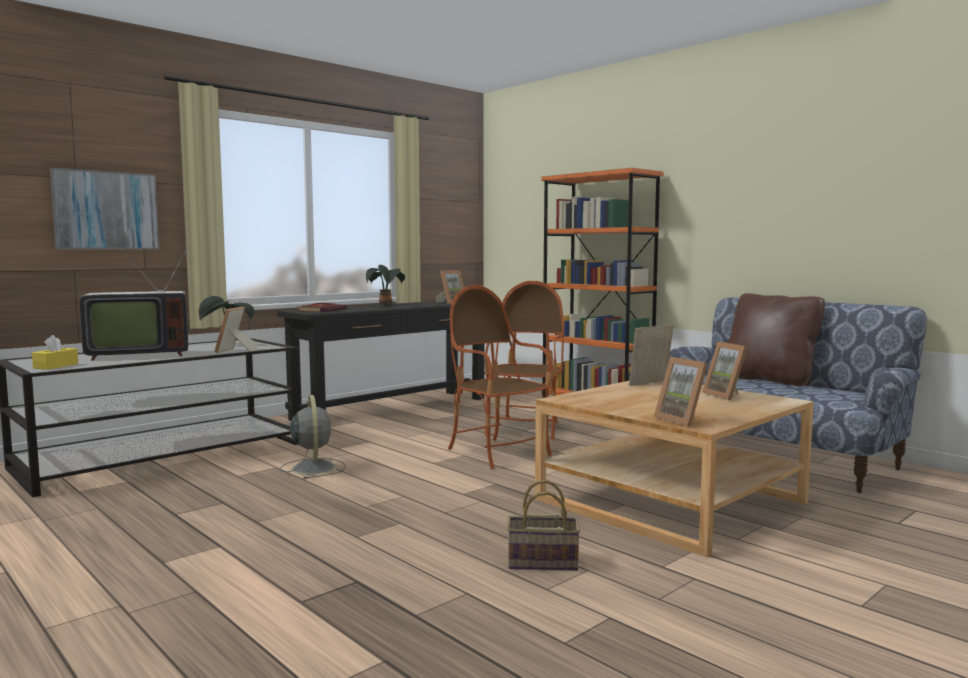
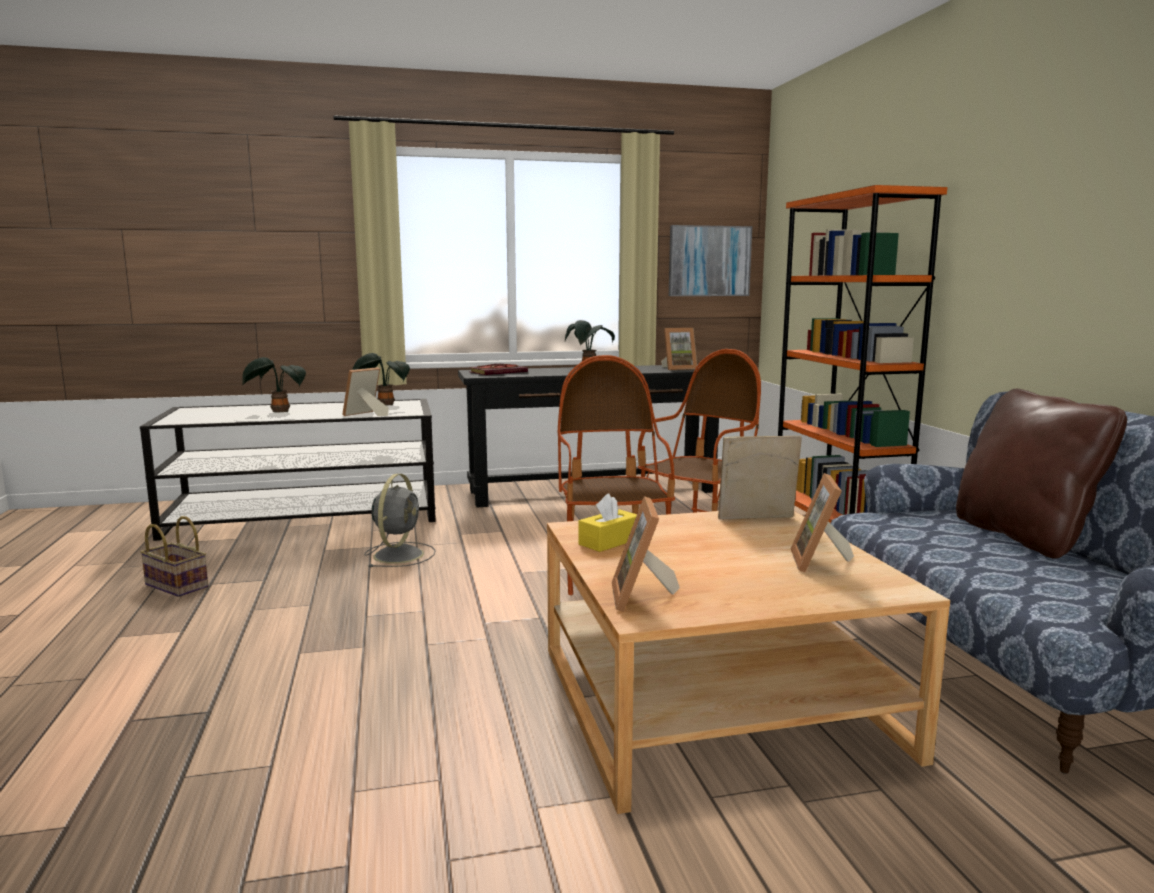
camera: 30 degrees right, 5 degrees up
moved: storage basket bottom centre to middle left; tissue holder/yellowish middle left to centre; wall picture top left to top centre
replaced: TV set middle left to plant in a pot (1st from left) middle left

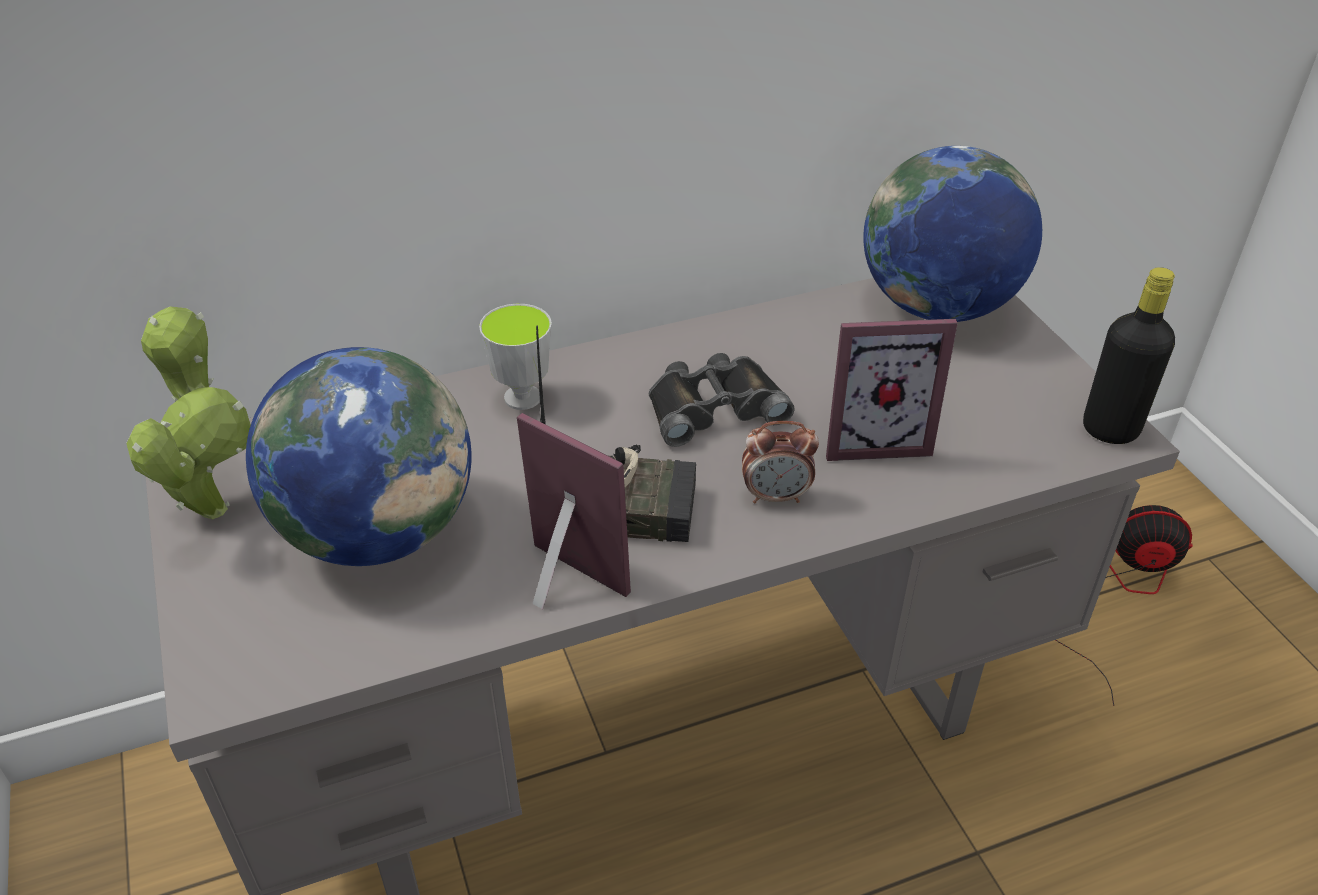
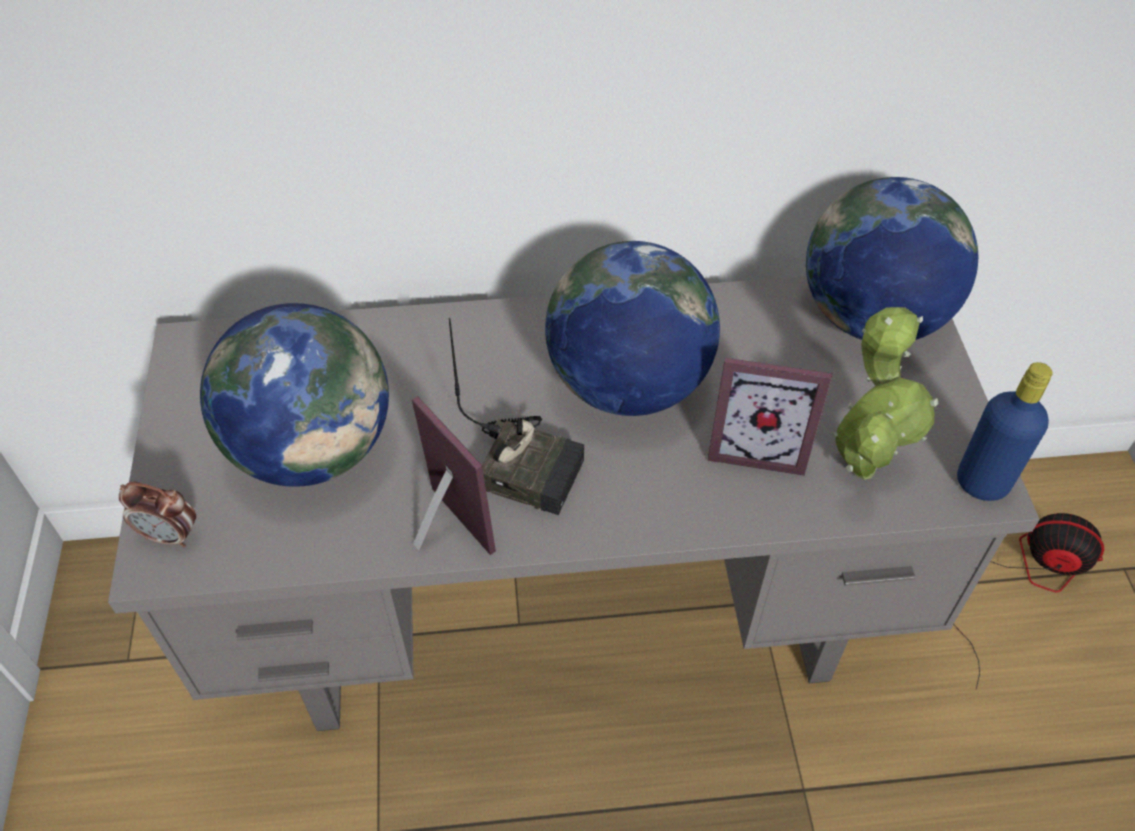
camera: 15 degrees right, 10 degrees up
removed: small cup centre
moved: alarm clock centre to middle left; plant in a pot middle left to middle right
replaced: field glasses/black-coloured centre to world globe (2nd from left) centre
recoloured: bottle/black-coloured middle right to bottle/blue middle right

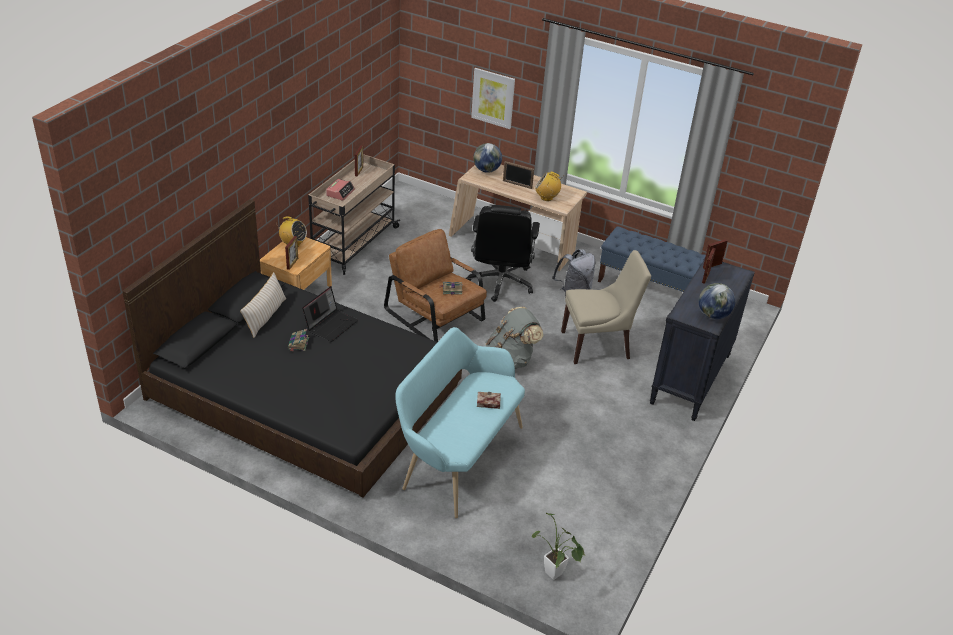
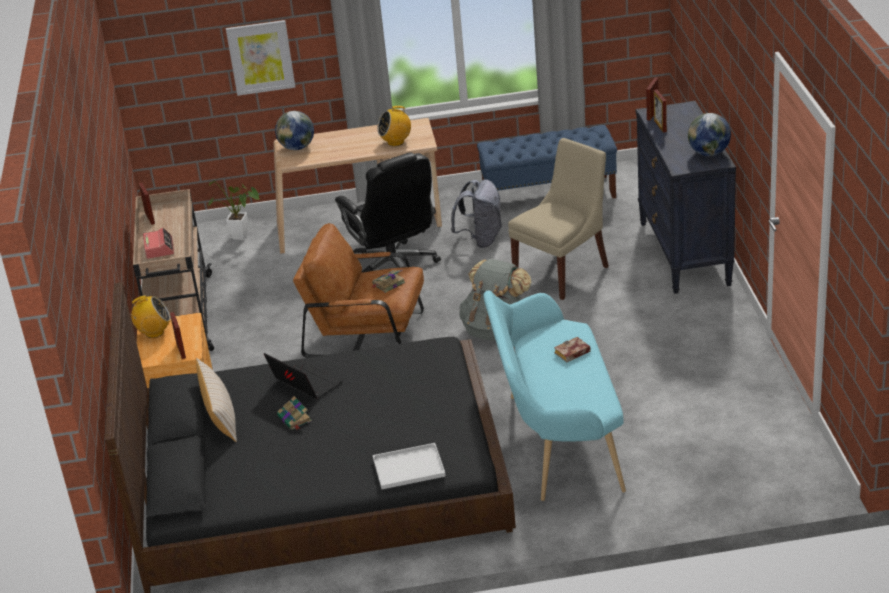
camera: 30 degrees left, 5 degrees down
removed: photo frame (3rd from left) top centre
added: tray/white bottom centre
moved: plant in a pot bottom centre to middle left
turned: laptop centre = centre 45 degrees counterclockwise

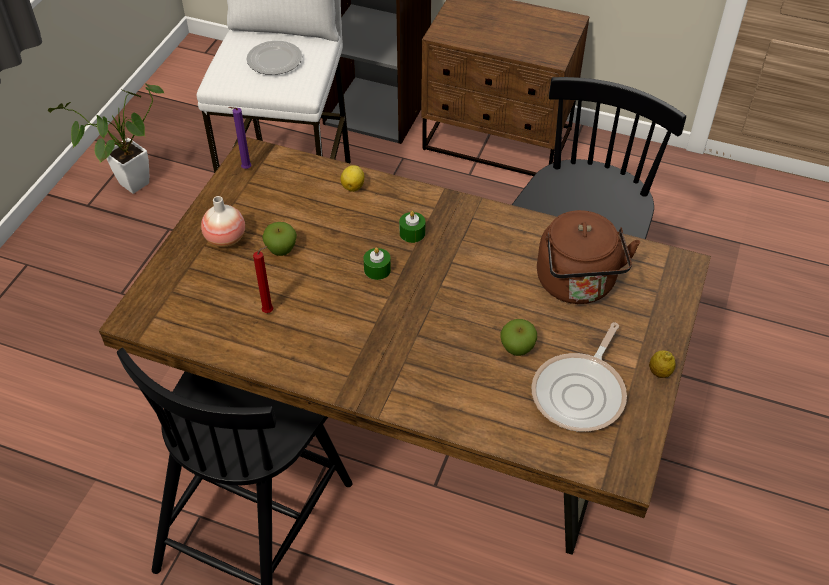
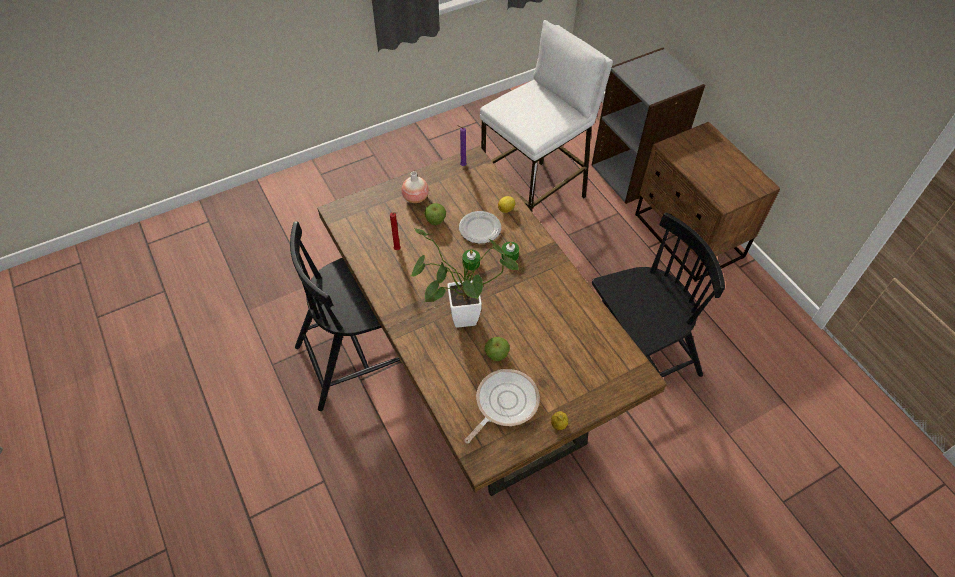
camera: 40 degrees right, 5 degrees up
removed: kettle/brown middle right
moved: plant in a pot top left to centre; flat dish top left to centre
turned: pan middle right = bottom centre 150 degrees clockwise

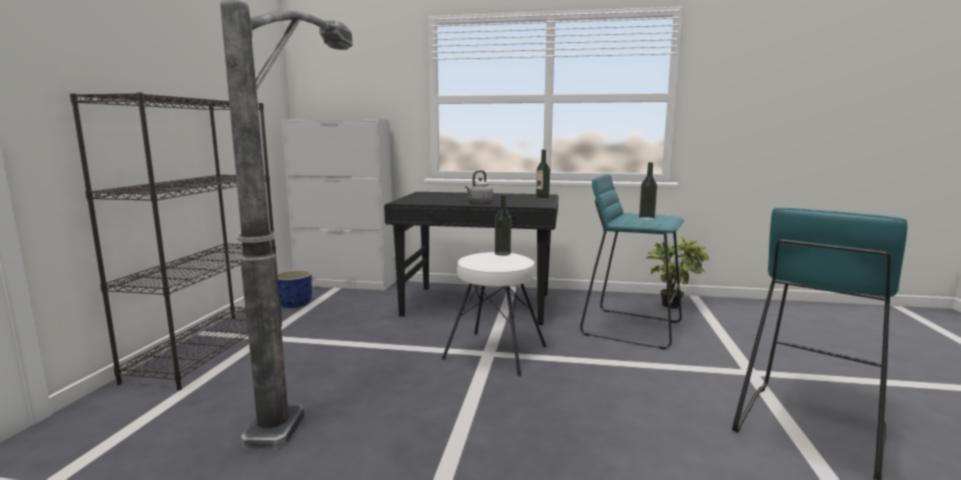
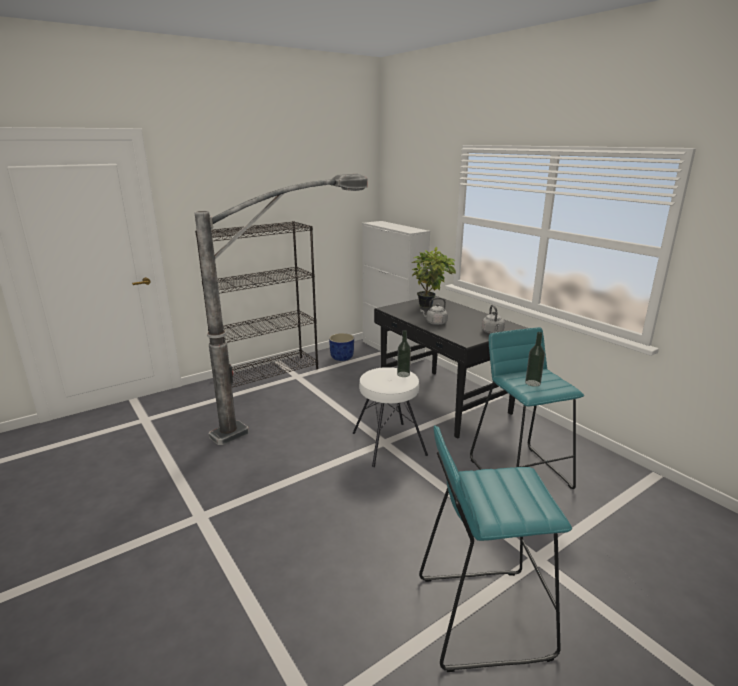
camera: 45 degrees right, 10 degrees up
moved: plant in a pot middle right to centre
replaced: bottle (2nd from left) centre to kettle/gray (2nd from left) middle right

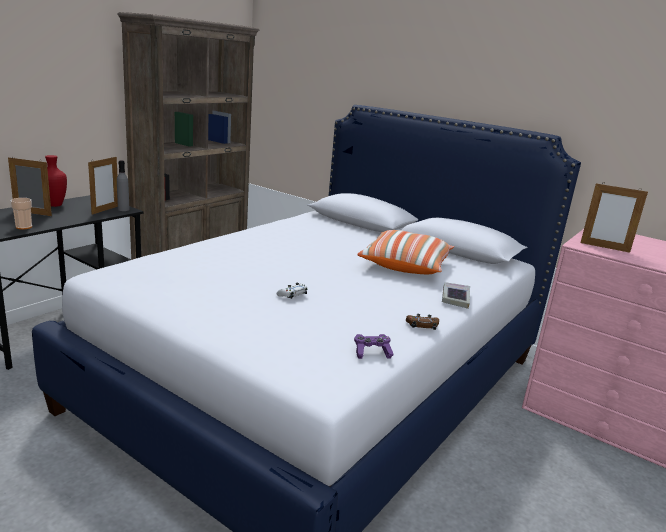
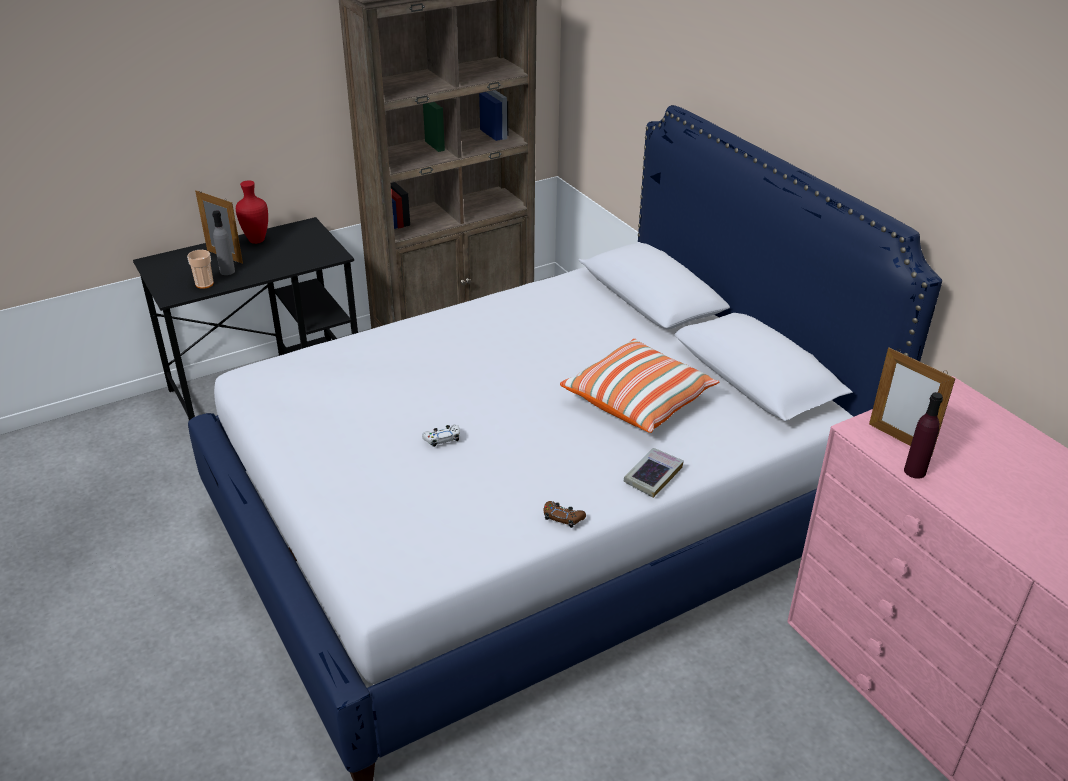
camera: 25 degrees right, 15 degrees up
removed: photo frame (2nd from left) middle left; gamepad/purple centre
added: bottle/purple middle right
moved: bottle/gray middle left to top left

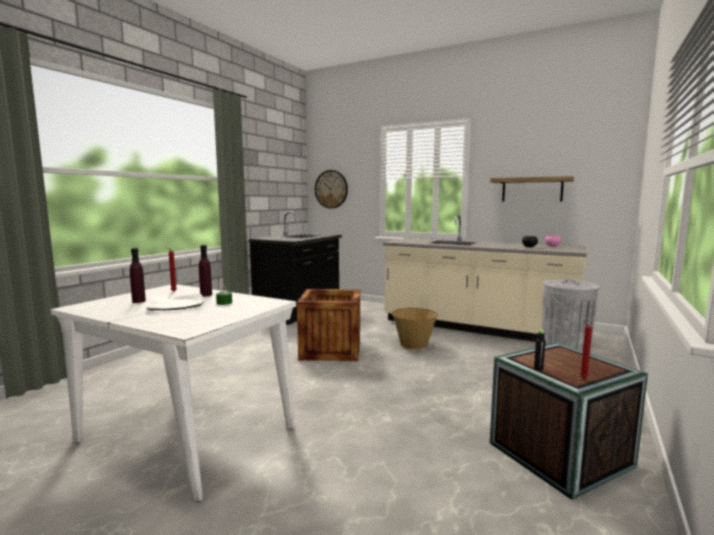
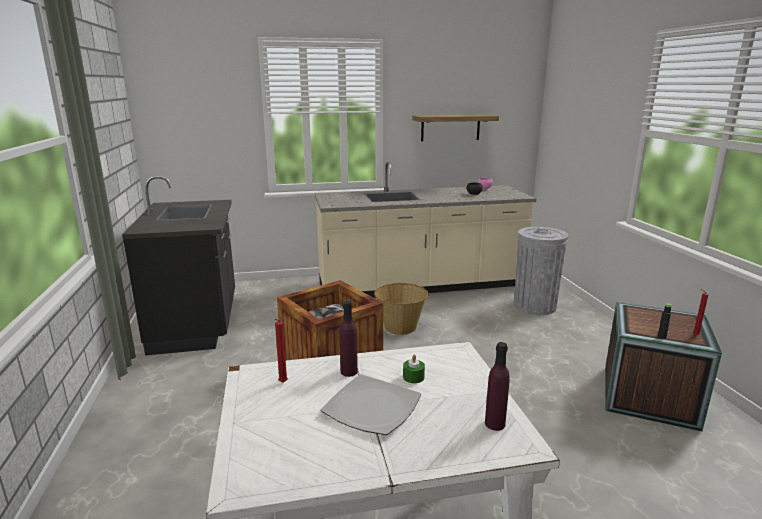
camera: 40 degrees left, 10 degrees up
removed: wall clock centre
moved: bottle/purple (1st from left in the first image) middle left to bottle/purple (2nd from left) bottom centre

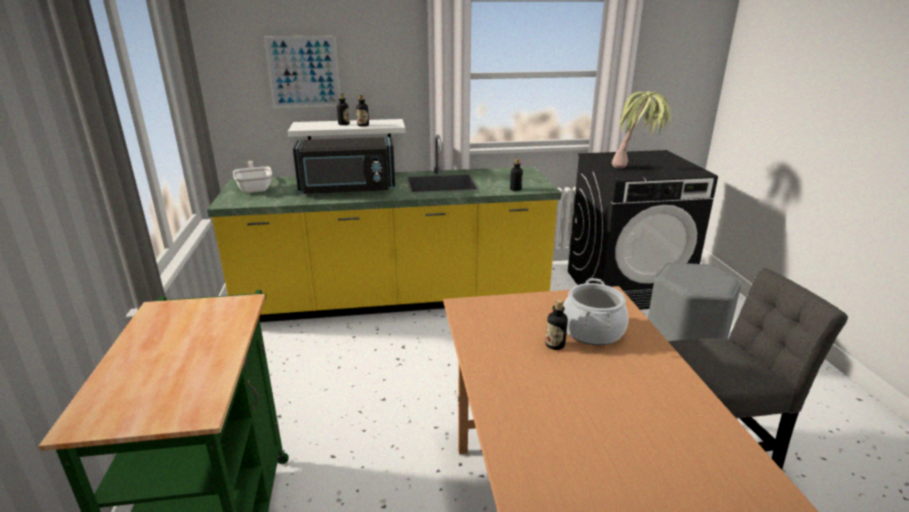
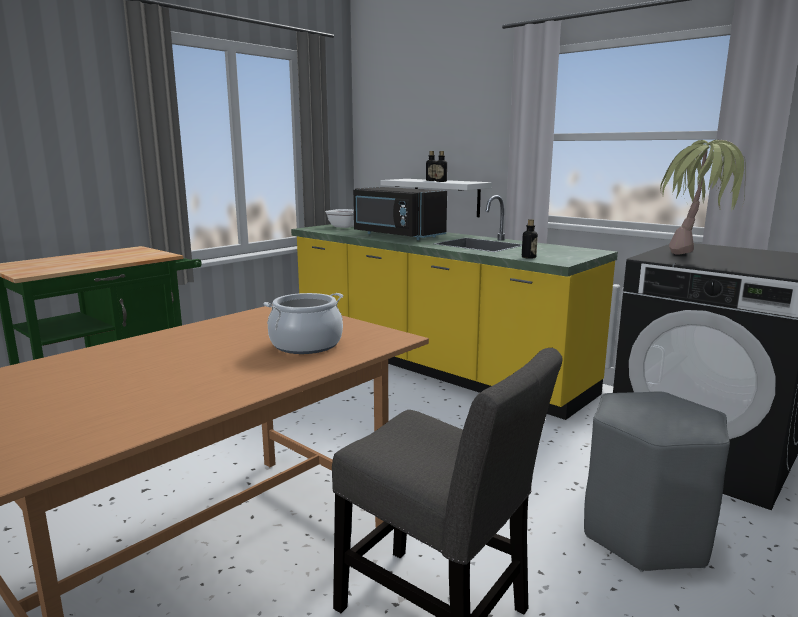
camera: 50 degrees right, 10 degrees down
removed: wall picture top left; bottle (4th from left) centre

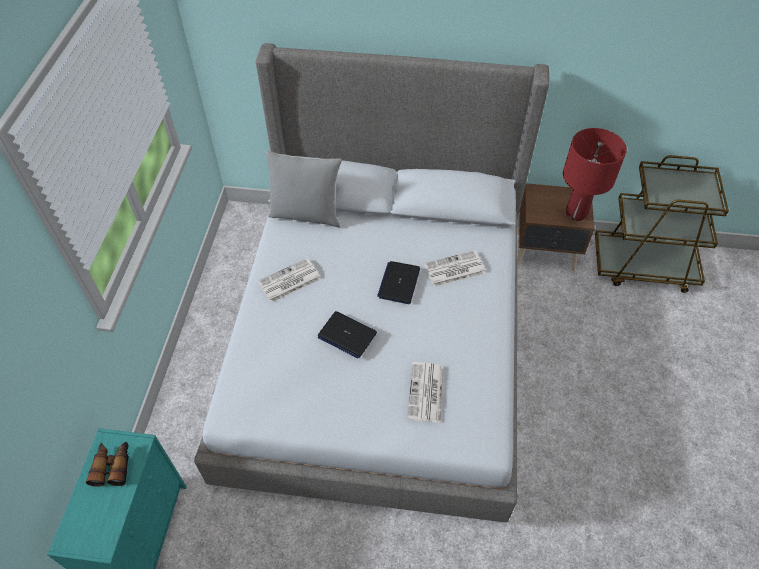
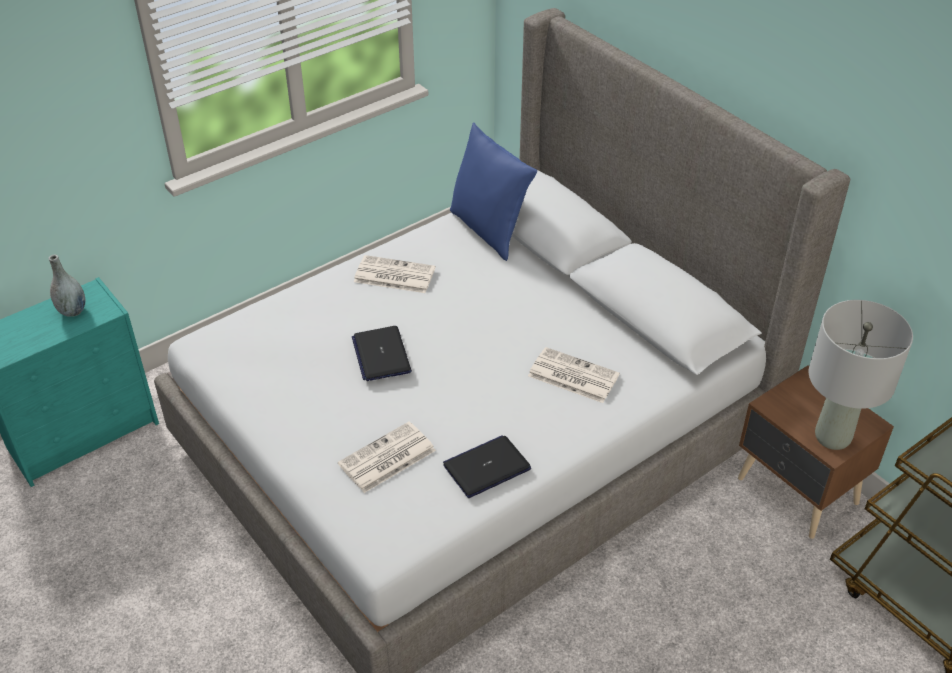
camera: 45 degrees right, 10 degrees down
moved: laptop (2nd from left) centre to bottom centre
replaced: field glasses bottom left to vase/gray middle left
recoloured: cushion/gray top centre to cushion/blue top centre; table lamp/reddish top right to table lamp/gray middle right

